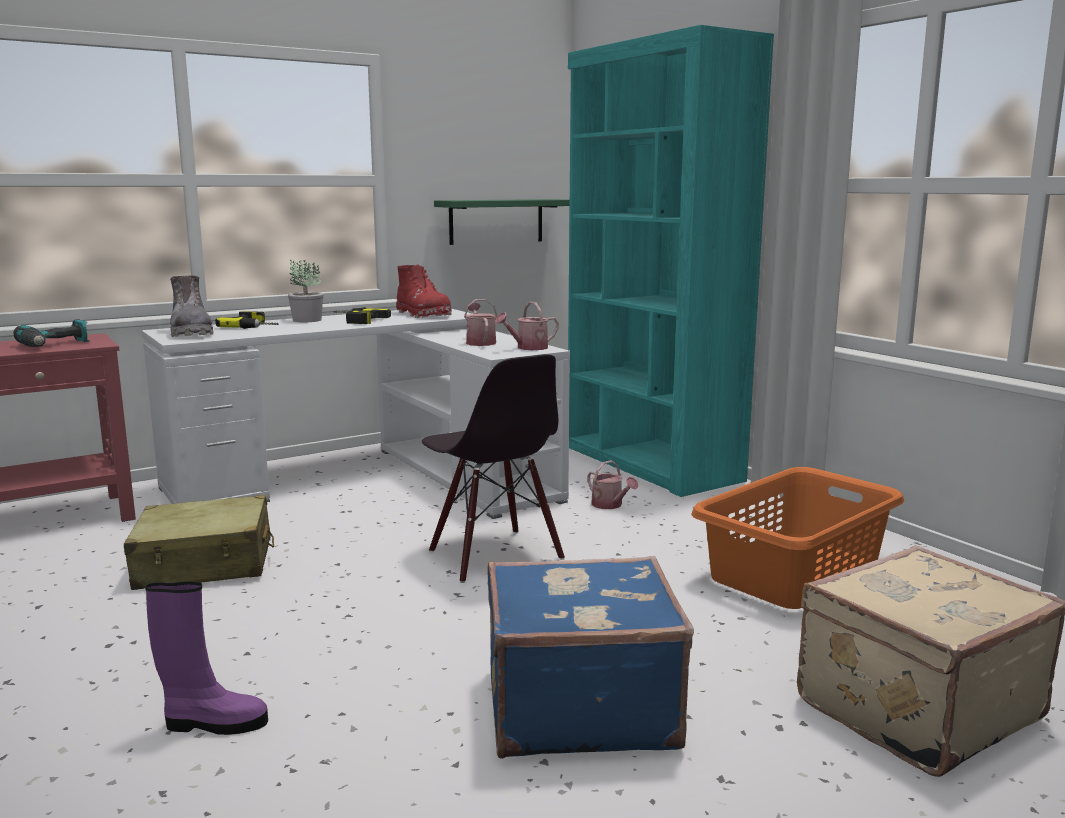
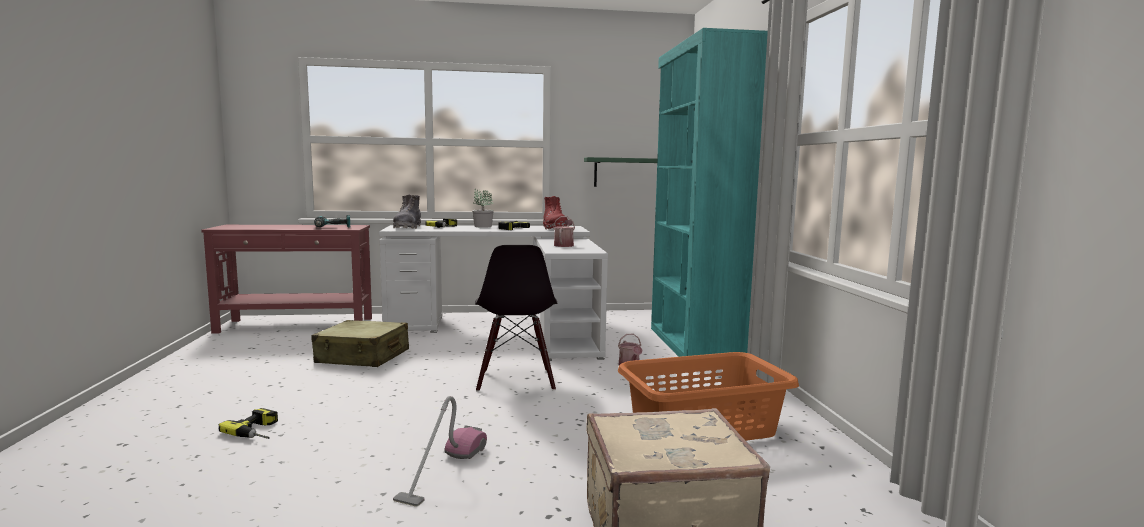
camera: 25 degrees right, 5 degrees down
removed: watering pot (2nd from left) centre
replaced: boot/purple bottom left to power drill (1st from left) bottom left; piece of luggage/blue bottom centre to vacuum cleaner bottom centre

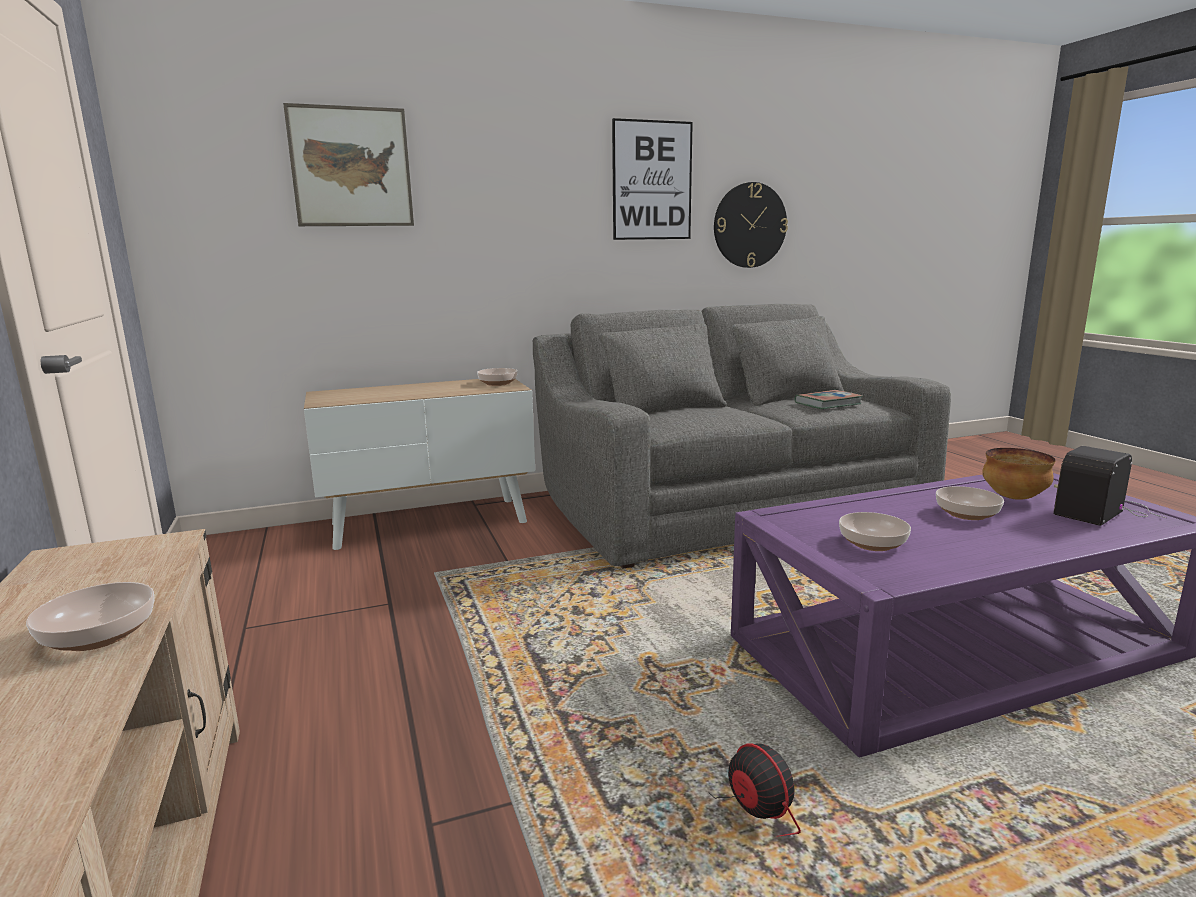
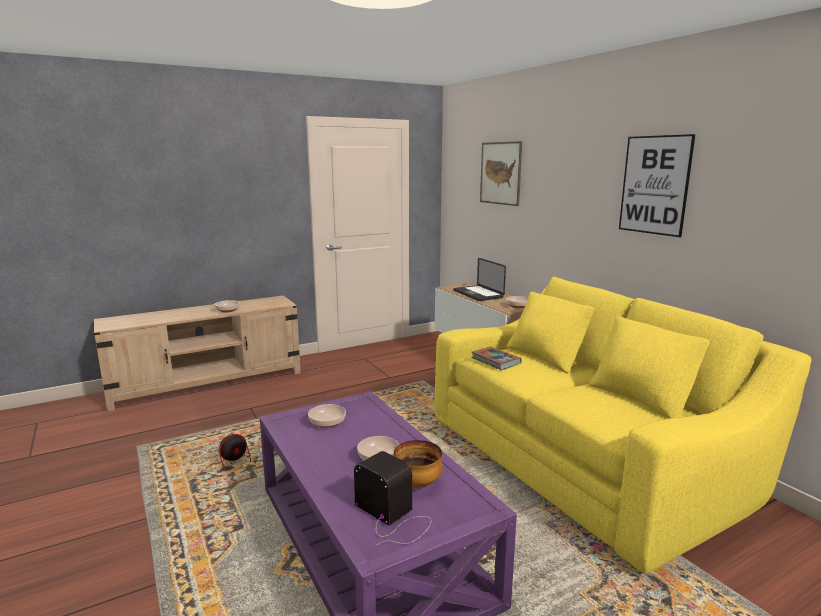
camera: 80 degrees right, 0 degrees up
removed: wall clock top centre
added: laptop centre
moved: volume middle right to centre
recoloured: couch/gray centre to couch/yellowish bottom right

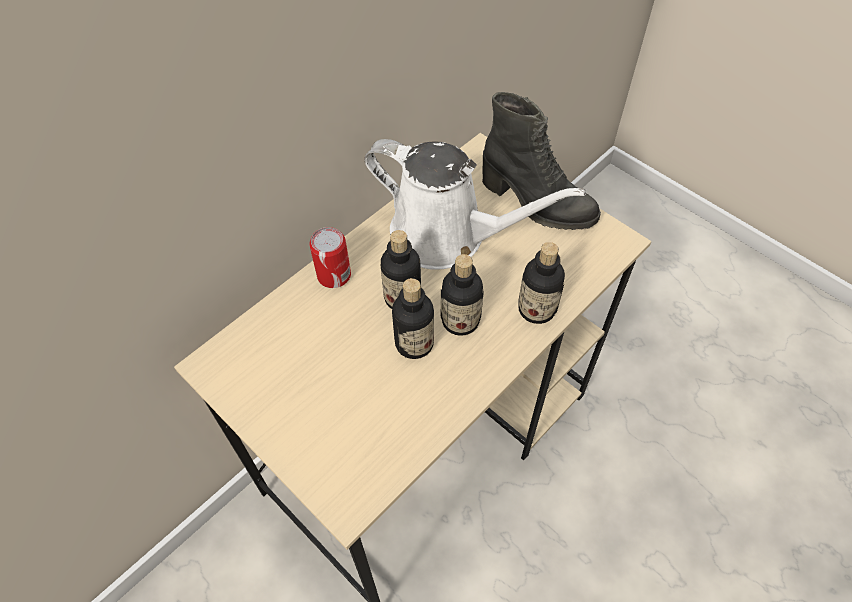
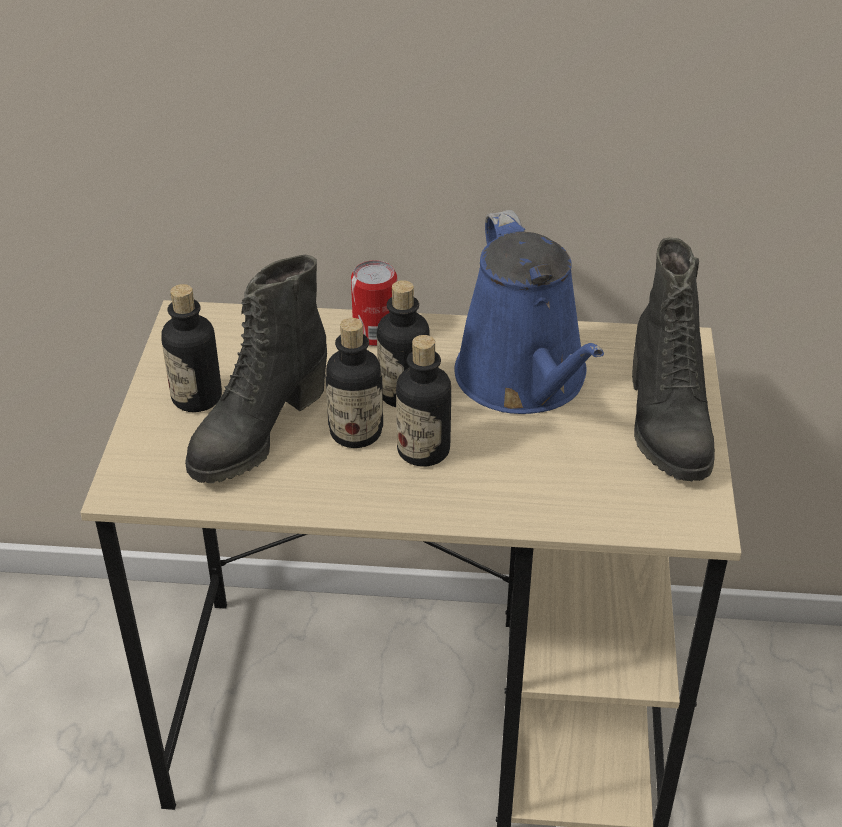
camera: 50 degrees right, 15 degrees down
added: boot/black-coloured (1st from left) middle left
moved: bottle (4th from left in the first image) centre to bottle (1st from left) middle left
recoloured: watering pot/white centre to watering pot/blue centre

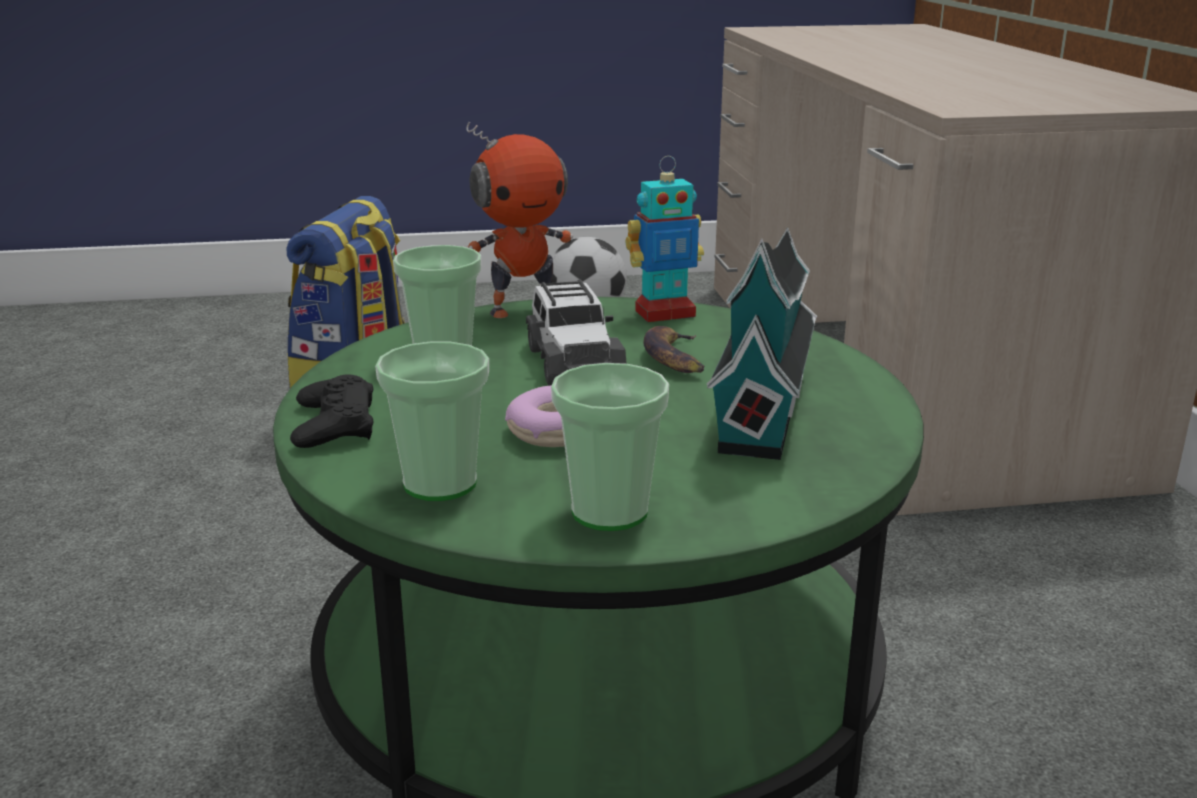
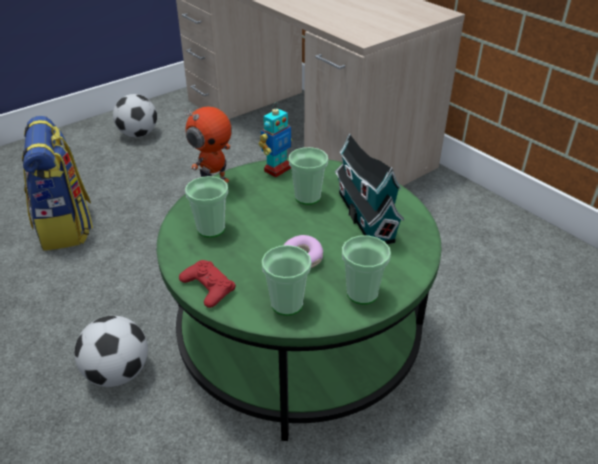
camera: 30 degrees left, 15 degrees up
removed: toy car centre
added: football (1st from left) bottom left
replaced: banana fruit centre to small cup (3rd from left) centre
recoloured: gamepad/black-coloured middle left to gamepad/reddish centre

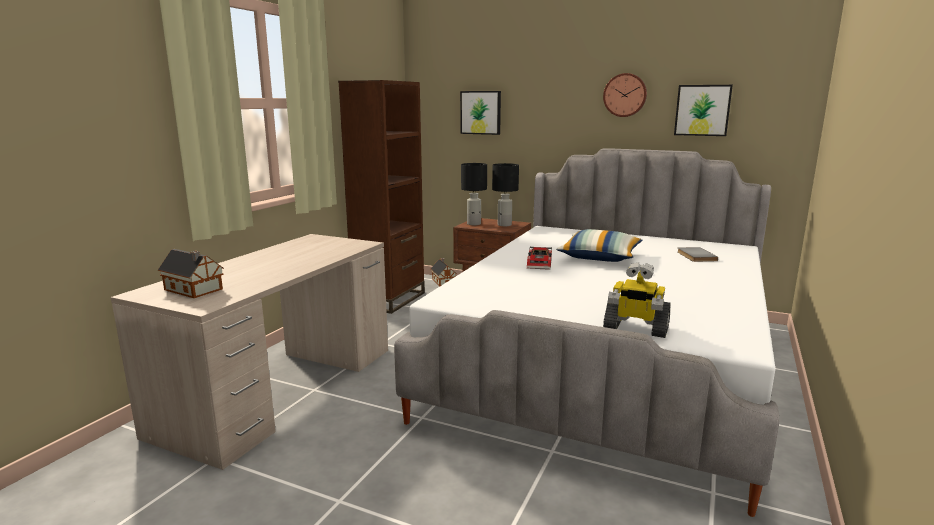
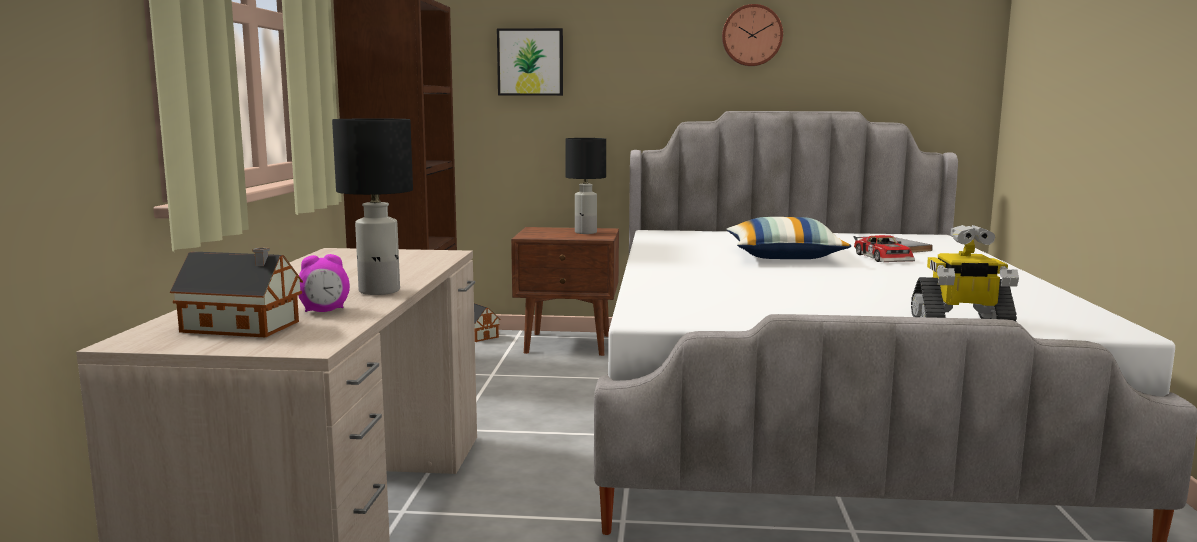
camera: 20 degrees left, 5 degrees down
removed: wall picture (2nd from left) top right
added: alarm clock middle left
moved: table lamp/black-coloured (1st from left) centre to middle left; toy car centre to middle right

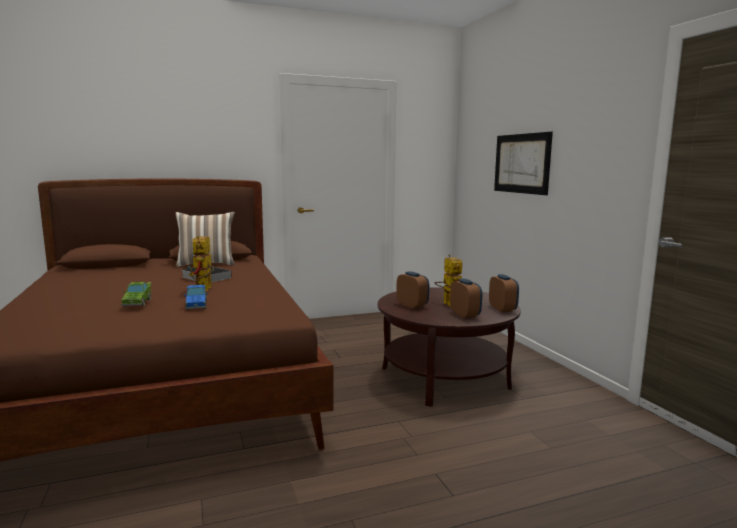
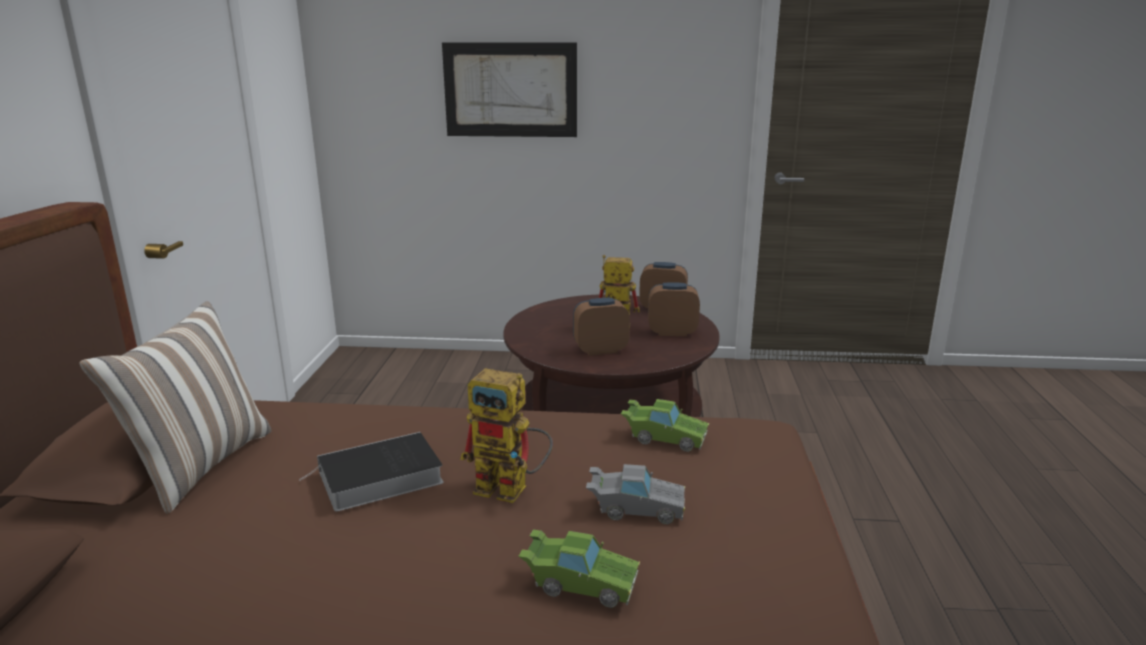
camera: 65 degrees left, 10 degrees up
added: toy car/green (2nd from left) centre
recoloured: toy car/blue middle left to toy car/gray bottom centre

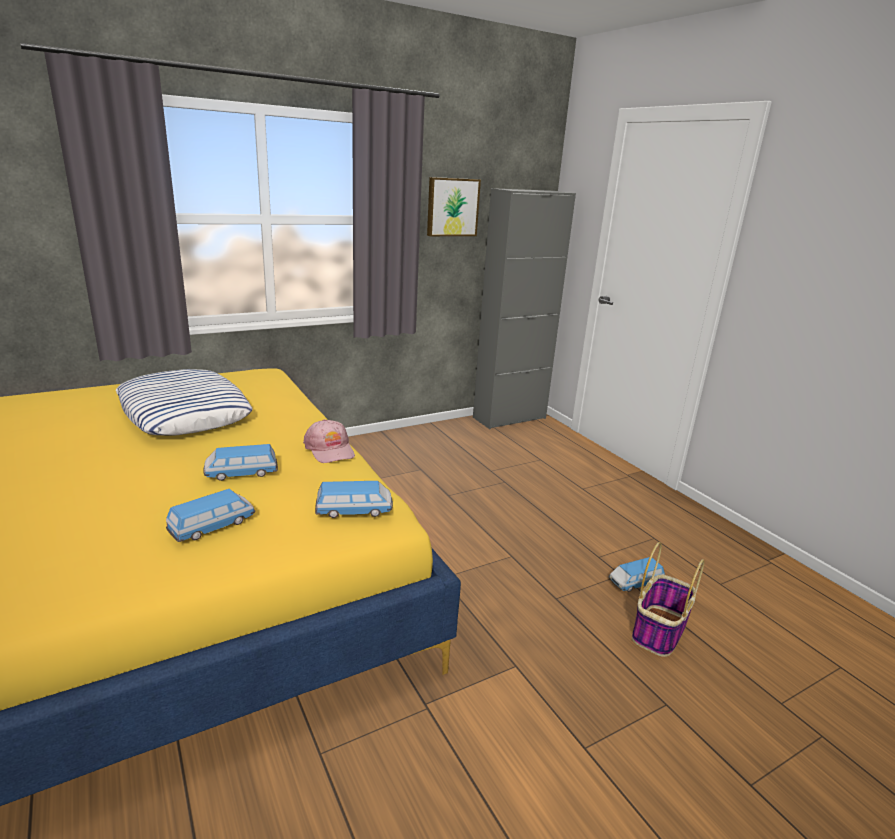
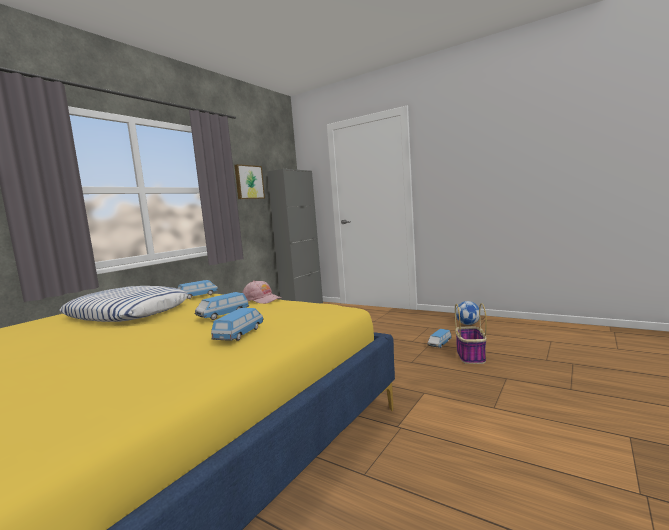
camera: 25 degrees left, 15 degrees down
added: football middle right
moved: toy car (3rd from left in the first image) centre to toy car (1st from left) middle left

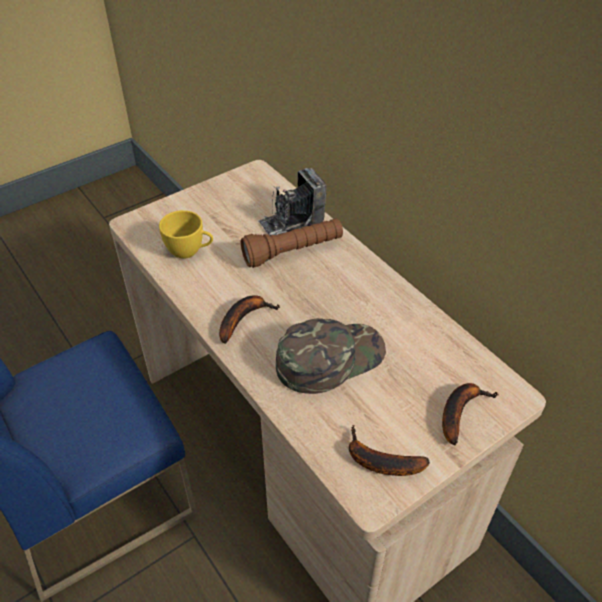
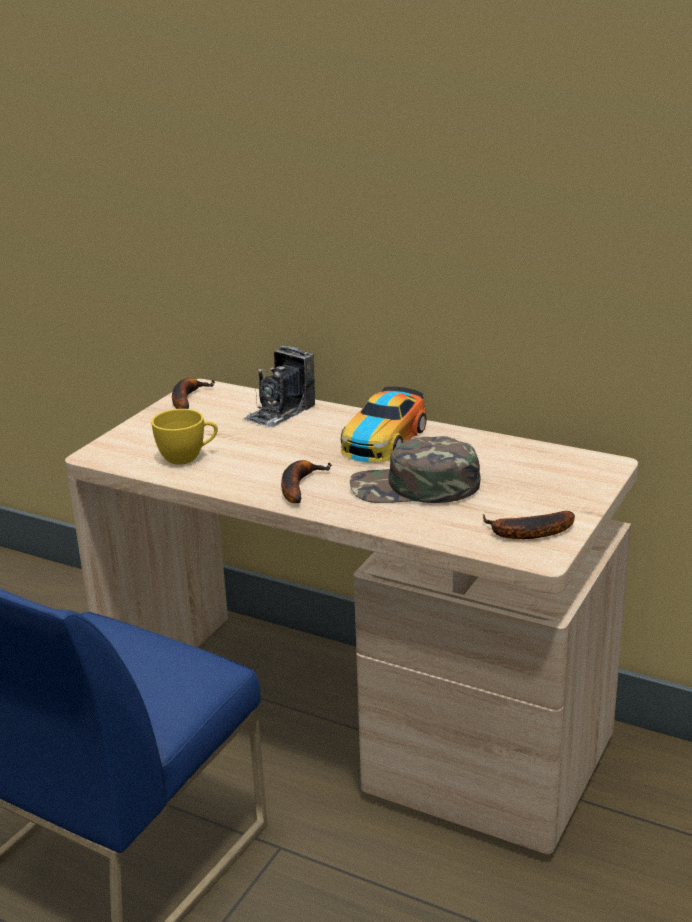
camera: 25 degrees left, 20 degrees down
removed: hand torch/brown centre
added: toy car centre
moved: banana fruit (3rd from left in the first image) bottom right to banana fruit (1st from left) middle left
turned: baseball cap/green centre = centre 120 degrees counterclockwise

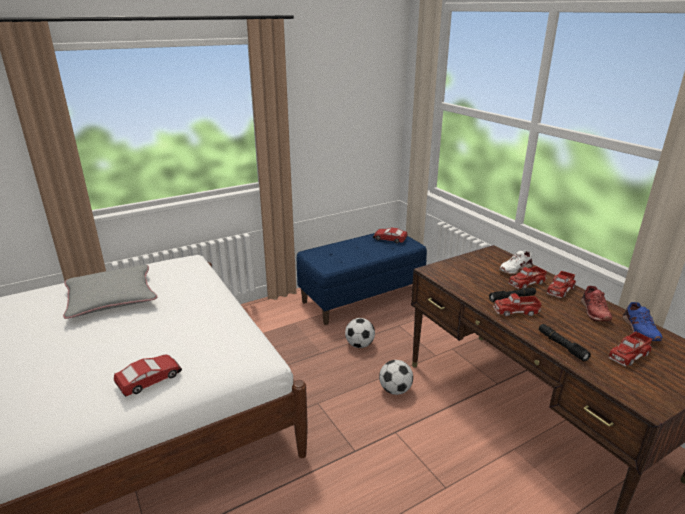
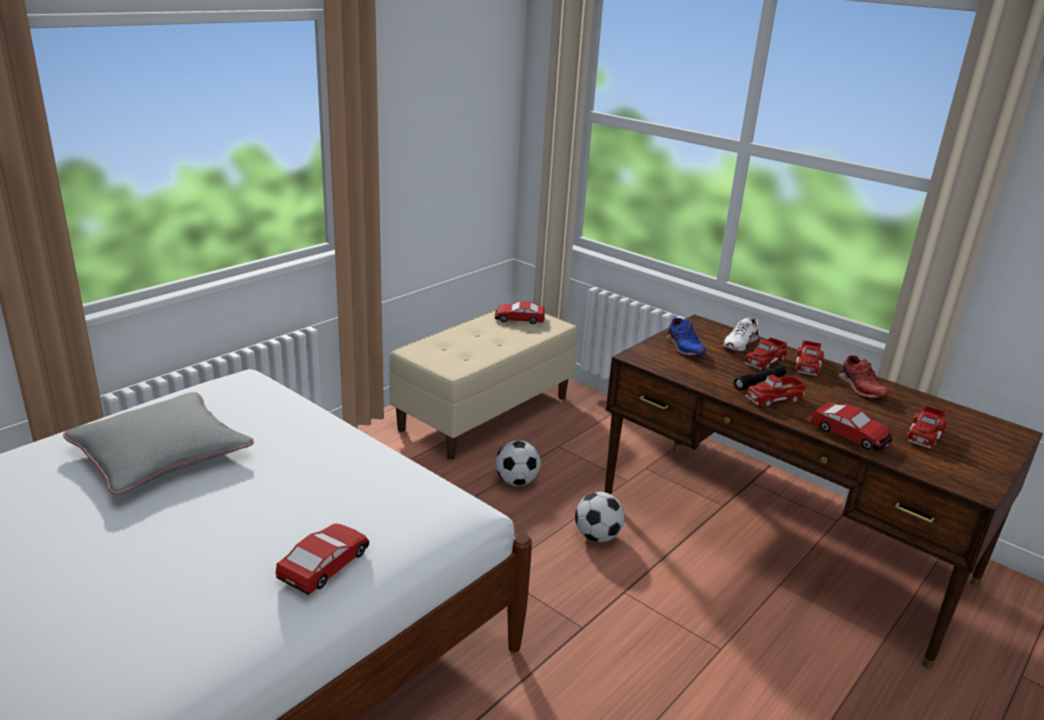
camera: 20 degrees left, 0 degrees up
moved: shoe/blue middle right to centre
replaced: hand torch/black-coloured (2nd from left) bottom right to toy car (3rd from left) middle right
recoloured: indoor bench/blue centre to indoor bench/beige-coloured centre

